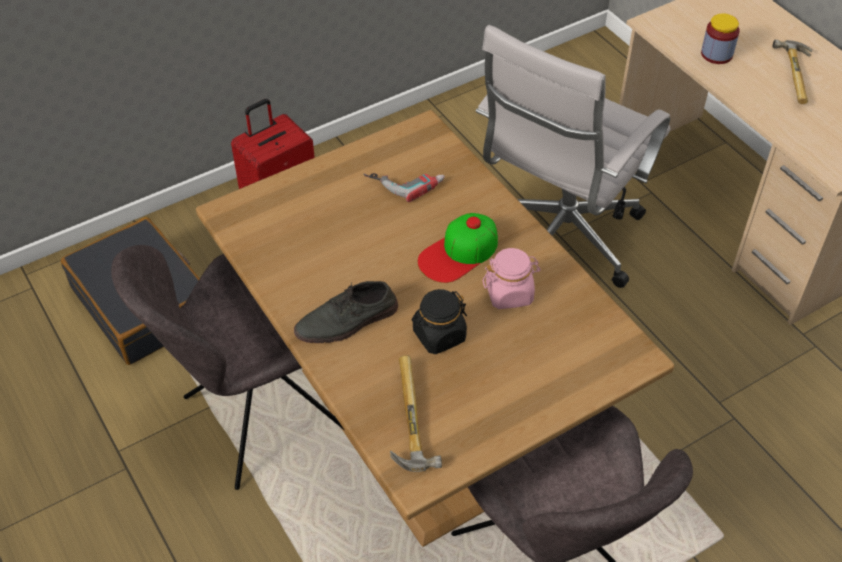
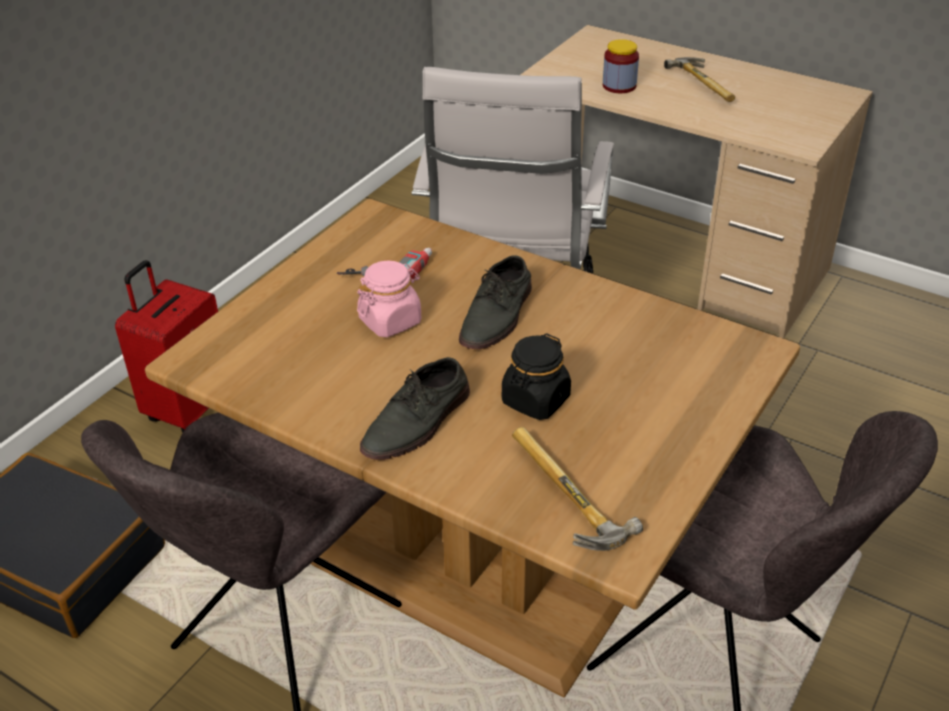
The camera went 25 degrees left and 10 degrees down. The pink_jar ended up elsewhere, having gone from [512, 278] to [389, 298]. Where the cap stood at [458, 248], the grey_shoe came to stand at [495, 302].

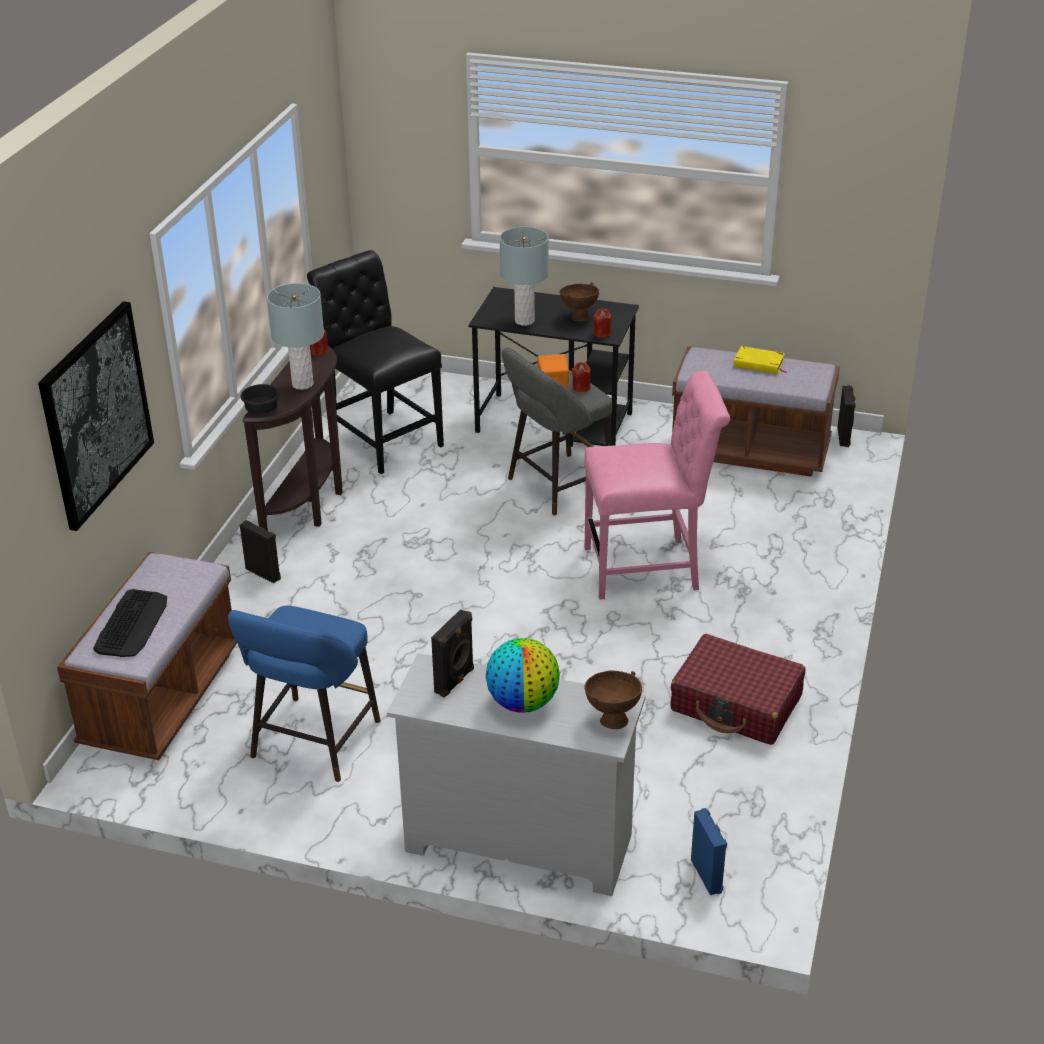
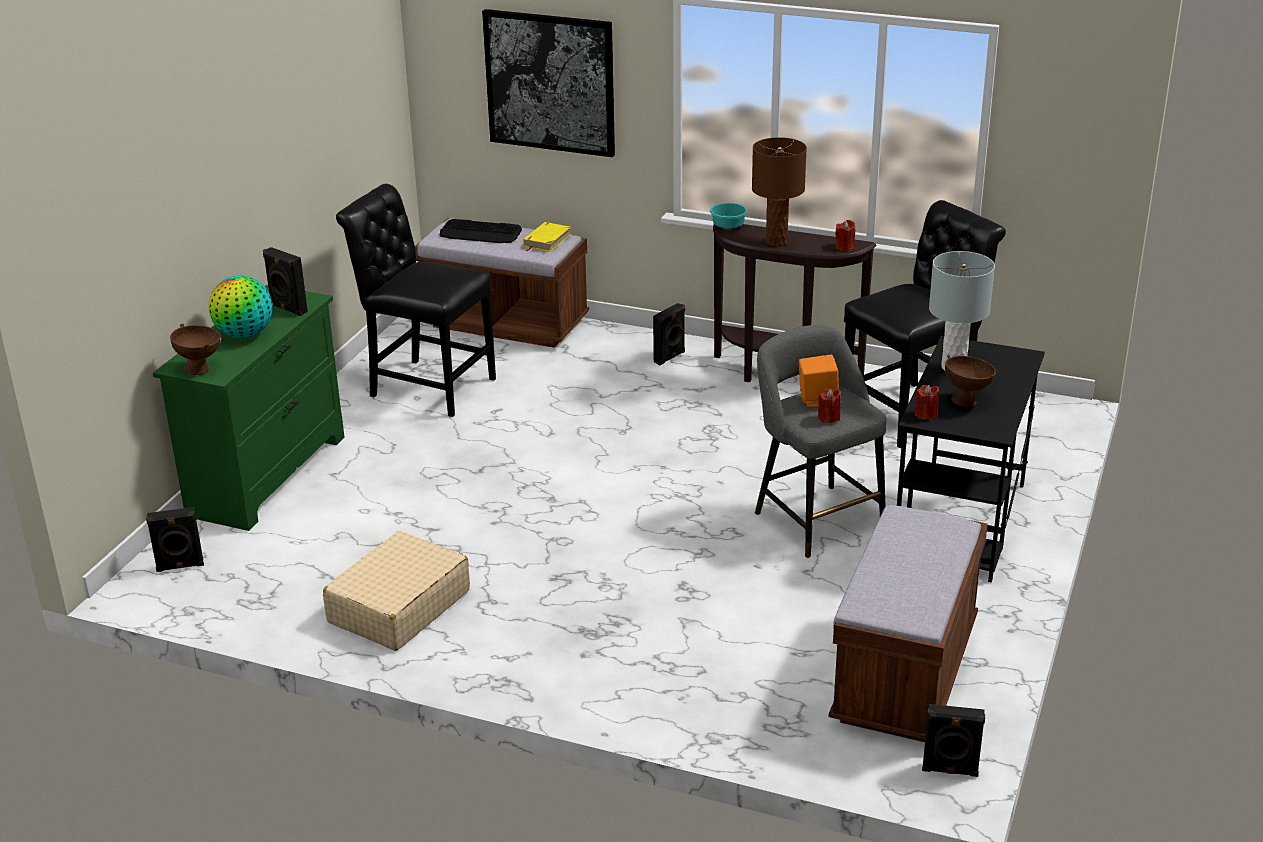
The camera went 95 degrees right and 5 degrees down. The second view lost the pink_chair at [657, 485]. The yellow_book ended up elsewhere, having gone from [760, 360] to [547, 237]. Where the blue_stool stood at [304, 694], the black_chair came to stand at [416, 300]. What was the black_bowl at [260, 399] turned into the turquoise_bowl at [729, 216]. What was the grey_table_lamp at [295, 336] turned into the brown_table_lamp at [779, 191]. What was the white_dresser at [516, 774] turned into the green_dresser at [249, 408]. What was the red_suitcase at [738, 689] turned into the beige_suitcase at [396, 591]. What was the blue_speaker at [709, 851] turned into the black_speaker at [175, 539].

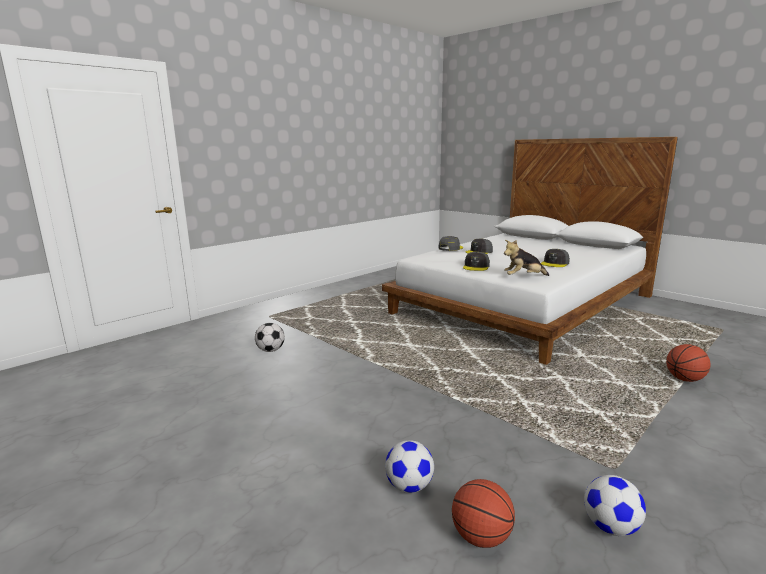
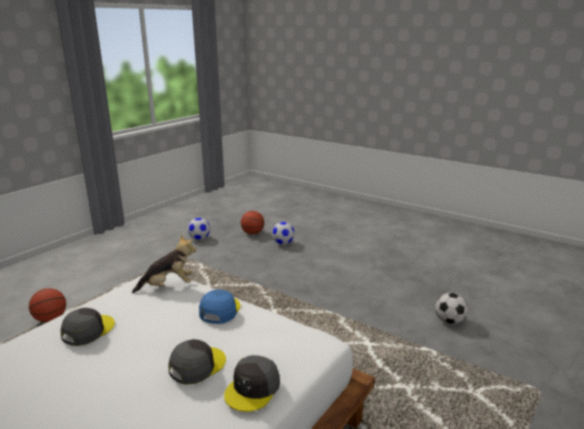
The camera went 170 degrees right and 5 degrees up. What was the grey_cap at [476, 261] turned into the blue_cap at [219, 307].

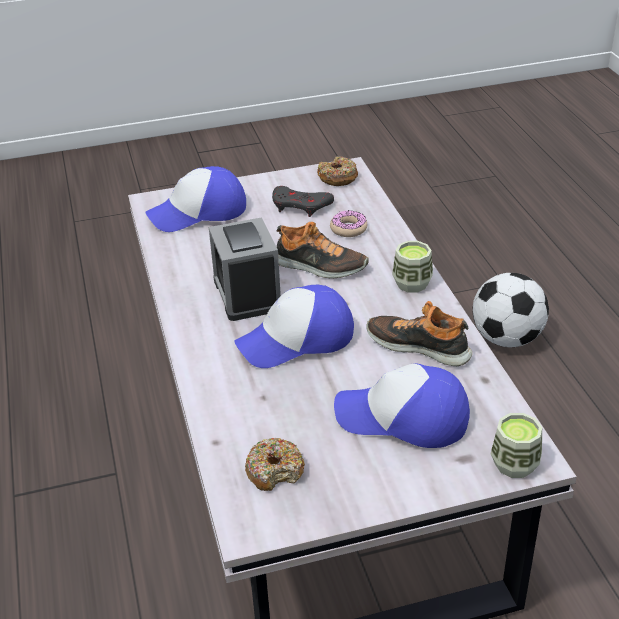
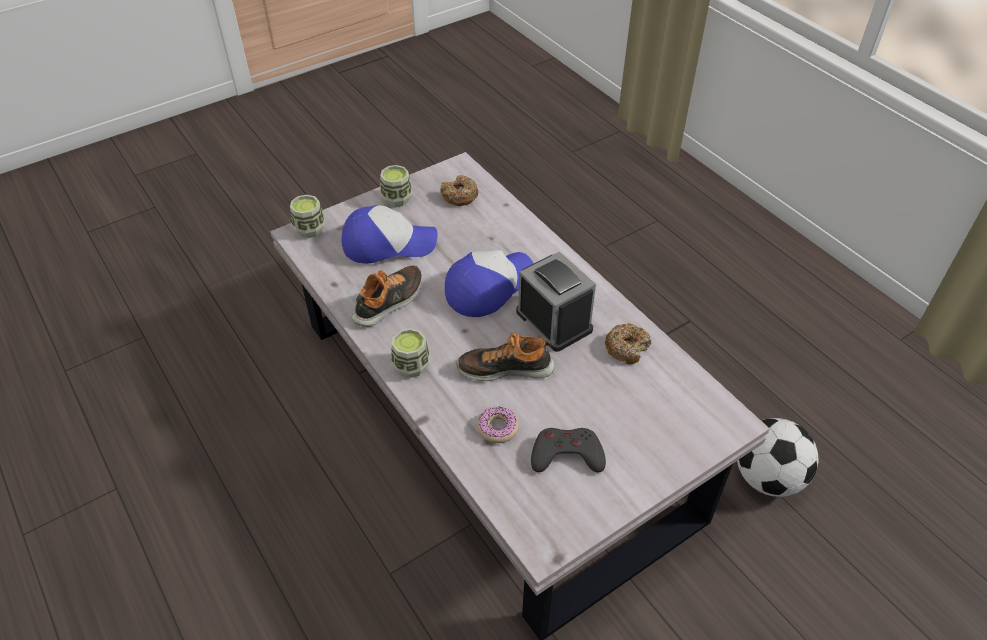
The camera went 160 degrees right and 10 degrees up. The second view lost the cap at [195, 199]. The second view gained the cup at [396, 186]. The donut ended up elsewhere, having gone from [337, 171] to [628, 344]. The football ended up elsewhere, having gone from [510, 310] to [777, 457]. The shoe at [419, 333] ended up facing another way, 60 degrees counterclockwise from before.

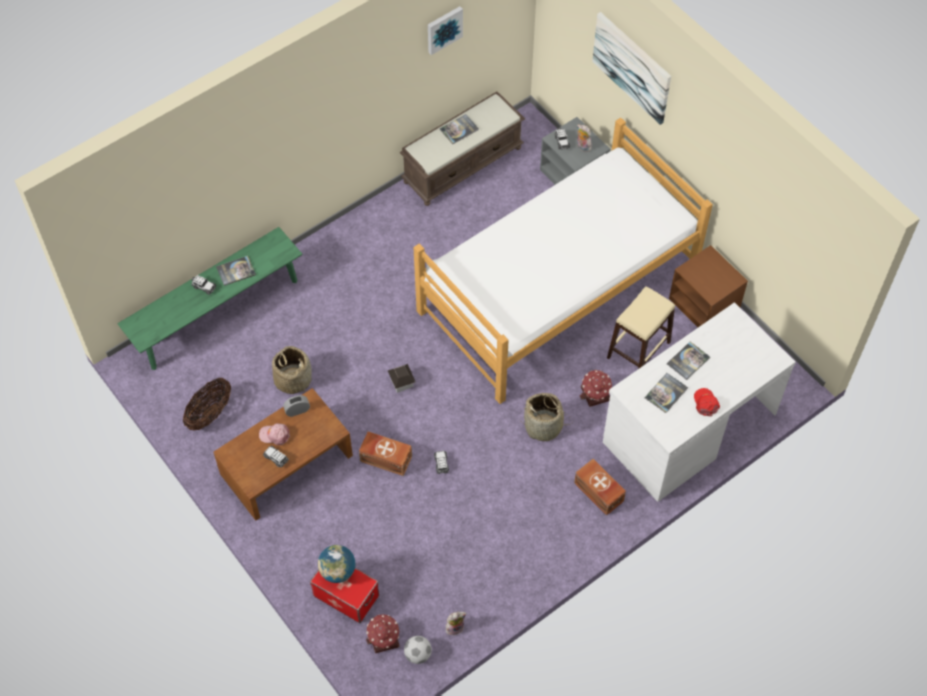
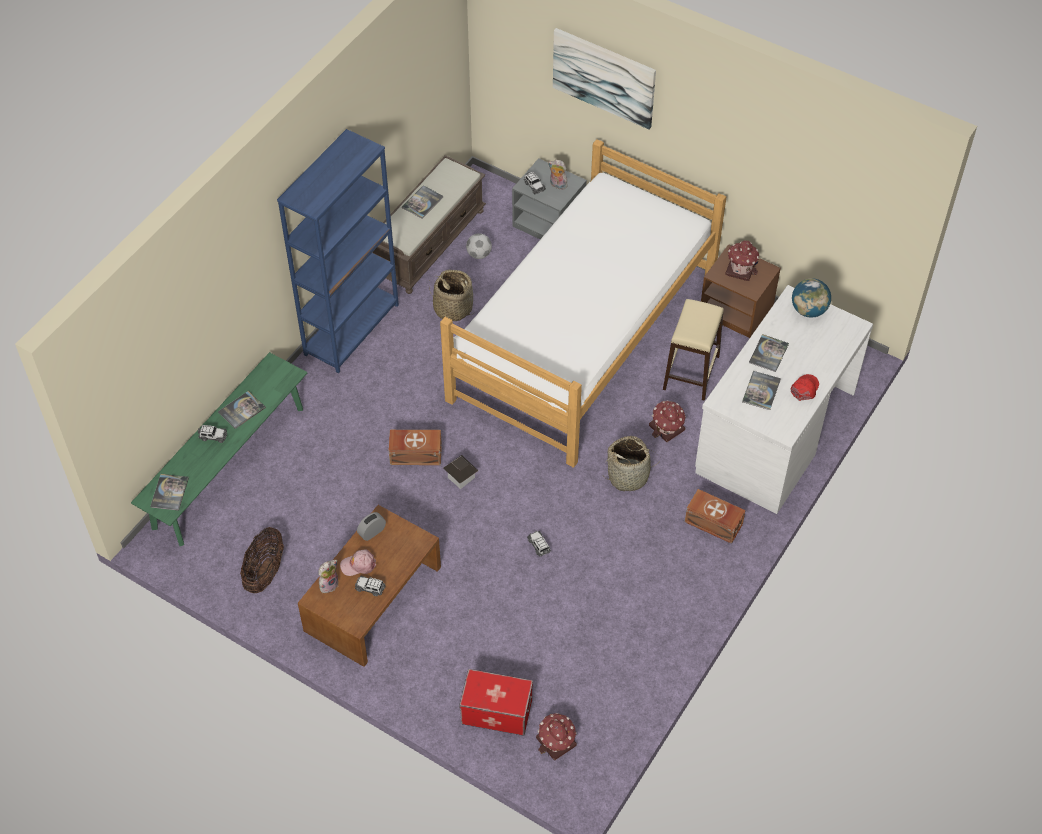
The camera went 20 degrees left and 5 degrees down. The second view lost the picture at [445, 30]. The second view gained the book at [169, 492]. The second view gained the blue_bookcase at [338, 251]. The second view gained the toy_house at [742, 260]. The basket ended up elsewhere, having gone from [292, 370] to [451, 295]. The globe ended up elsewhere, having gone from [336, 564] to [811, 298]. The brown_storage_box ended up elsewhere, having gone from [385, 453] to [415, 447]. The football ended up elsewhere, having gone from [418, 650] to [479, 246]. The plush_toy ended up elsewhere, having gone from [456, 623] to [329, 577]. The red_cap at [707, 402] ended up facing another way, 60 degrees clockwise from before.

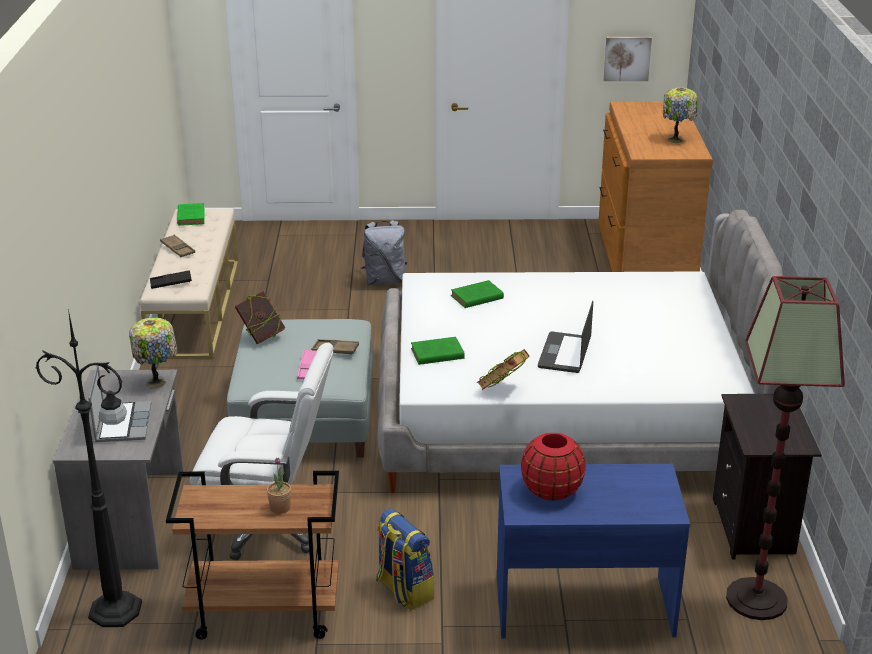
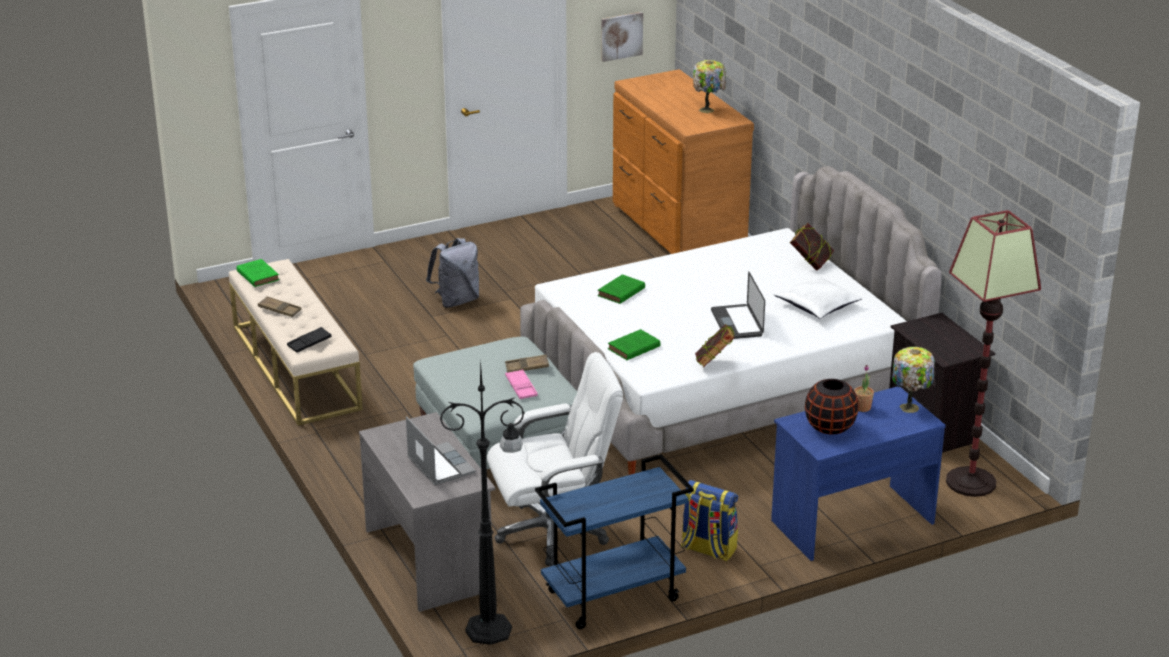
The camera went 25 degrees left and 0 degrees up. The second view gained the white_pillow at [818, 297]. The table_lamp ended up elsewhere, having gone from [153, 353] to [913, 380]. The book ended up elsewhere, having gone from [260, 317] to [812, 247]. The potted_plant ended up elsewhere, having gone from [279, 486] to [864, 388]. What was the brown_cart at [252, 555] turned into the blue_cart at [614, 541]. What was the red_vase at [553, 466] turned into the black_vase at [832, 406].

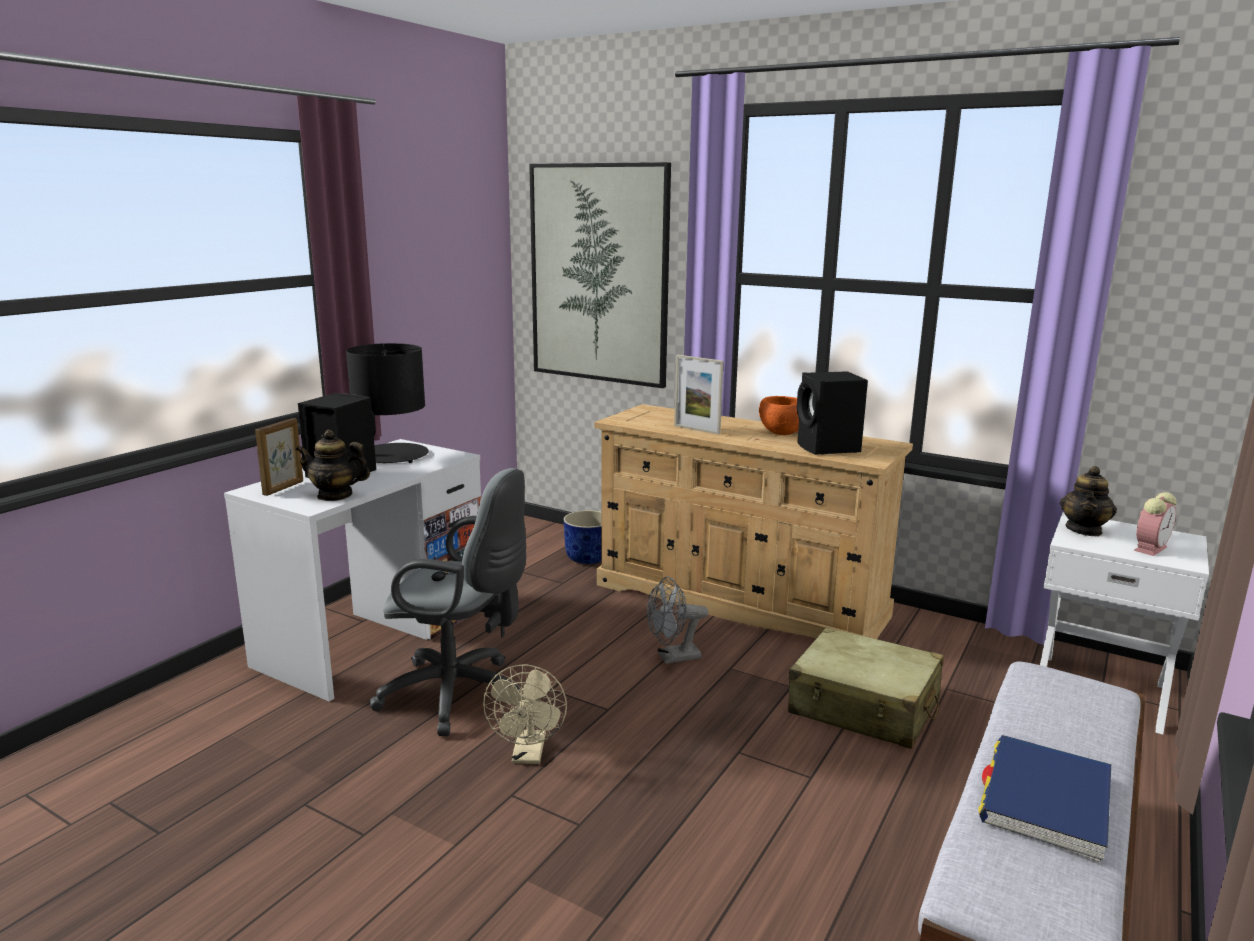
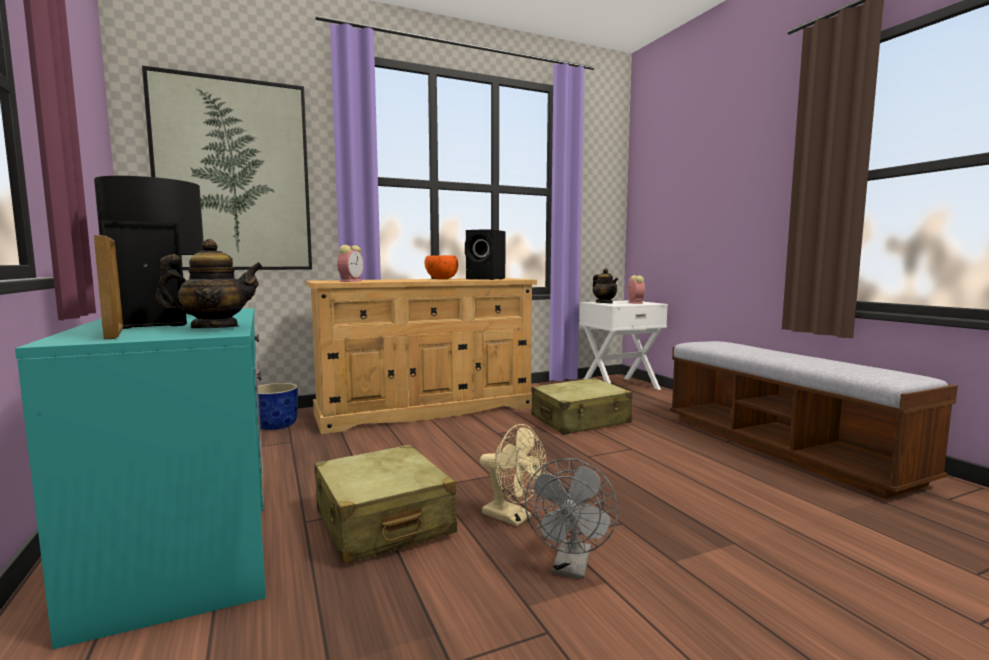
The camera went 55 degrees left and 10 degrees down. The second view lost the picture_frame at [698, 395]. The second view lost the blue_book at [1044, 799]. The second view gained the alarm_clock at [350, 263]. The grey_fan ended up elsewhere, having gone from [677, 620] to [571, 518]. Where the grey_office_chair stood at [448, 602], the beige_suitcase came to stand at [385, 504]. What was the white_desk at [352, 570] turned into the turquoise_desk at [140, 478]. The teapot at [332, 465] ended up facing another way, 150 degrees counterclockwise from before.

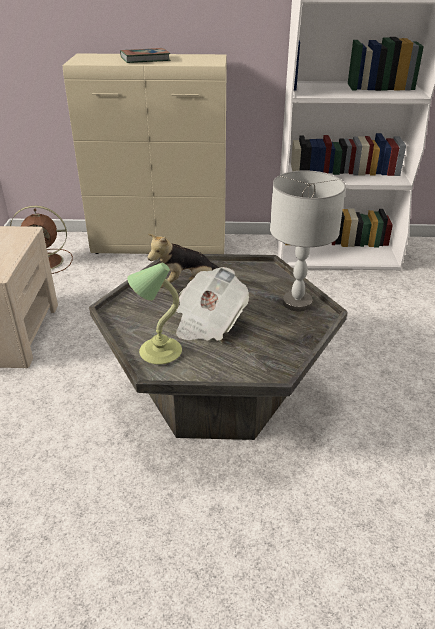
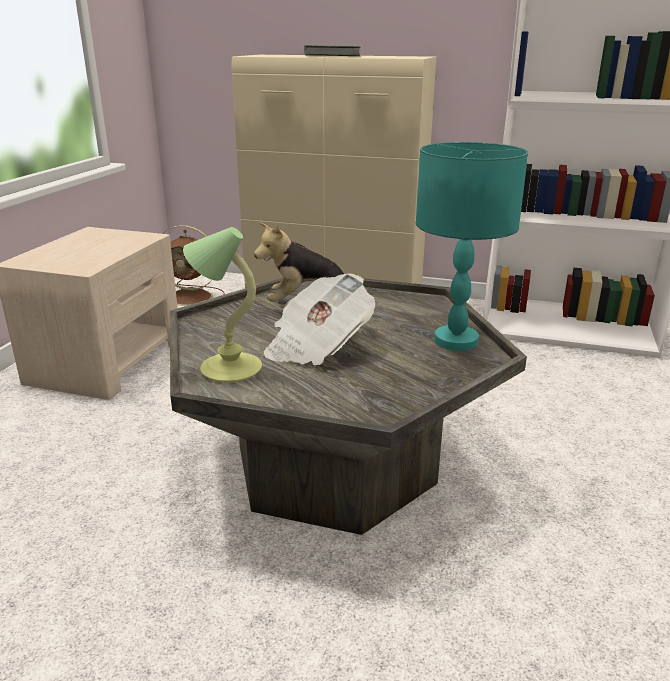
The camera went 15 degrees right and 10 degrees down. What was the grey_table_lamp at [308, 240] turned into the turquoise_table_lamp at [472, 246].

